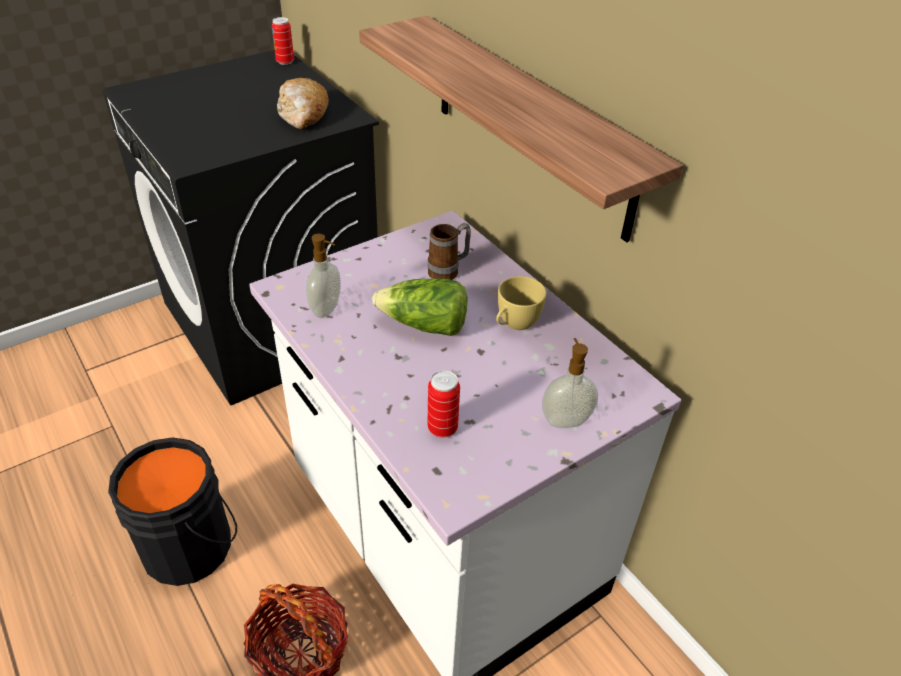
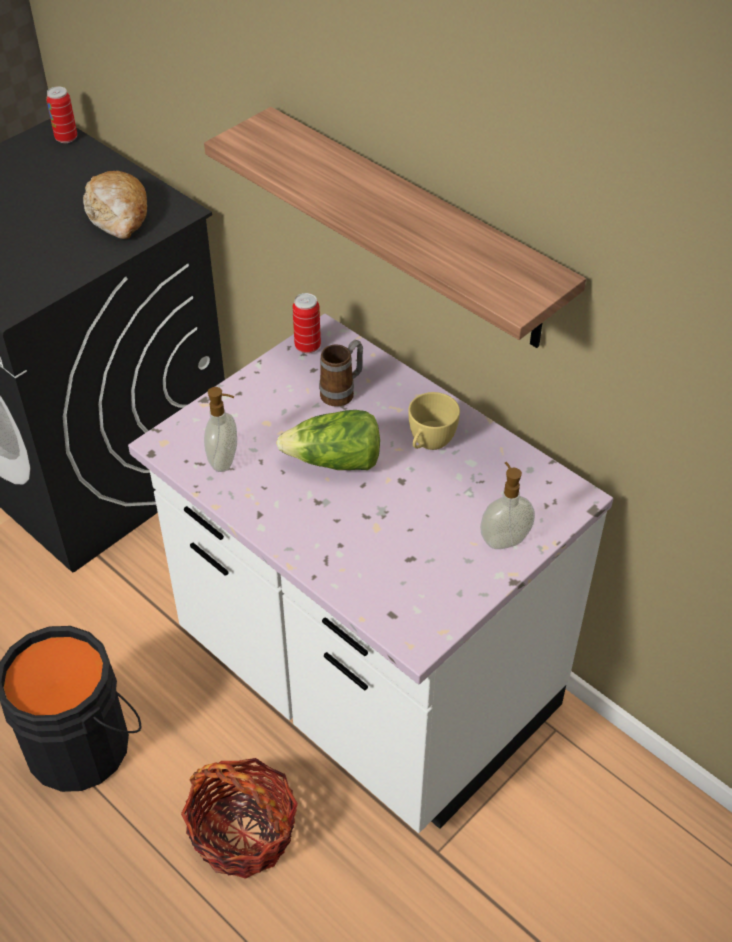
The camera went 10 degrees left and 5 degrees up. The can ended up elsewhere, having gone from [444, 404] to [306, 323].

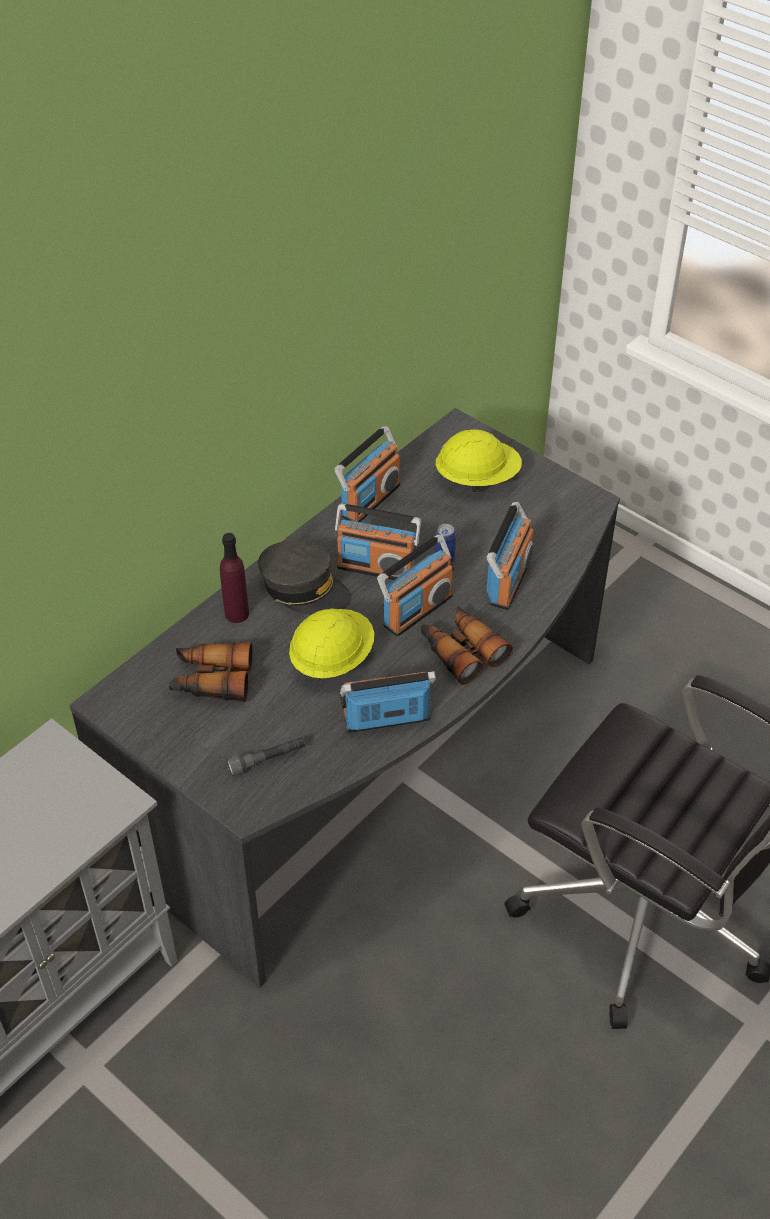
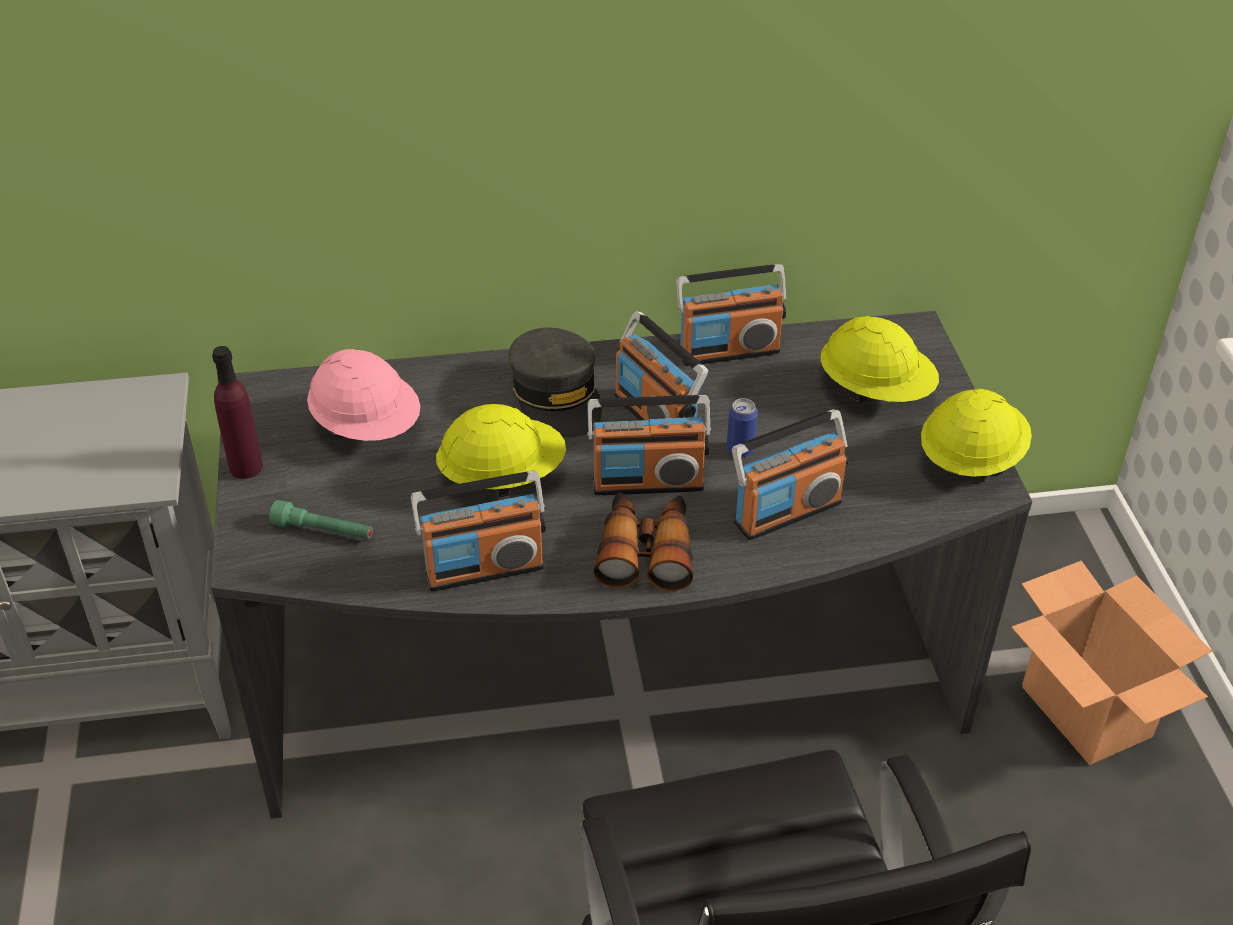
The camera went 40 degrees right and 5 degrees down. The second view gained the yellow_hard_hat at [976, 433]. The second view gained the cardboard_box at [1111, 663]. The purple_bottle ended up elsewhere, having gone from [234, 578] to [237, 412]. Where the binoculars stood at [211, 672], the pink_hard_hat came to stand at [363, 395]. What was the grey_flashlight at [265, 756] turned into the green_flashlight at [321, 519]. The radio at [388, 702] ended up facing another way, 135 degrees clockwise from before.

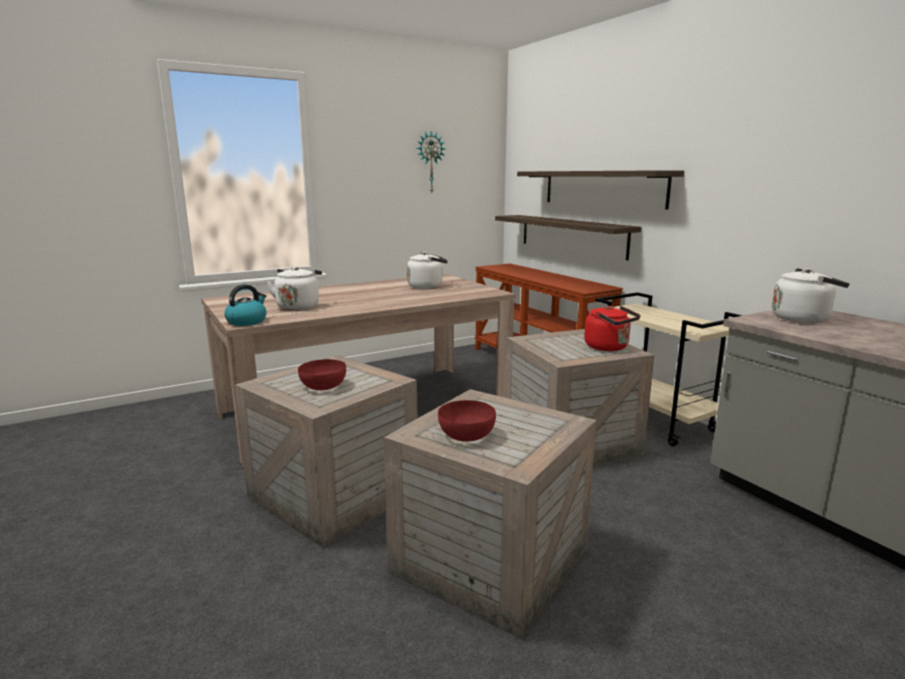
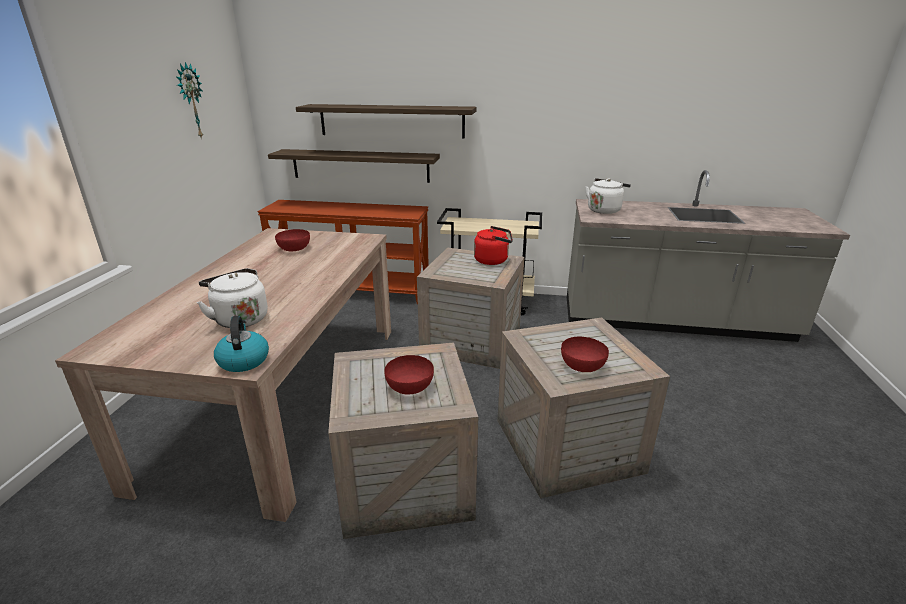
The camera went 50 degrees left and 10 degrees up. Where the white_kettle stood at [427, 270], the red_bowl came to stand at [292, 240].

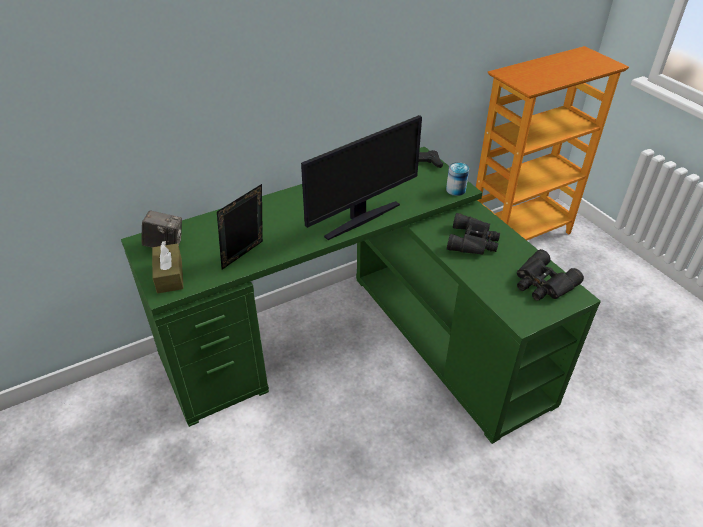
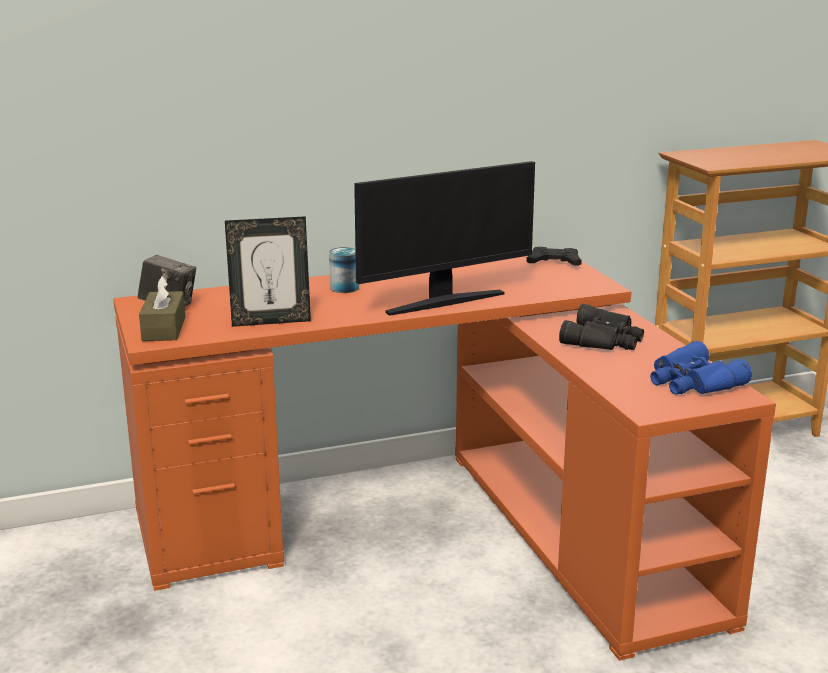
The camera went 10 degrees right and 20 degrees down. The can ended up elsewhere, having gone from [457, 179] to [344, 270]. What was the green_desk at [361, 295] turned into the orange_desk at [444, 458]. What was the black_binoculars at [550, 275] turned into the blue_binoculars at [701, 368]. The picture_frame at [240, 226] ended up facing another way, 150 degrees counterclockwise from before.

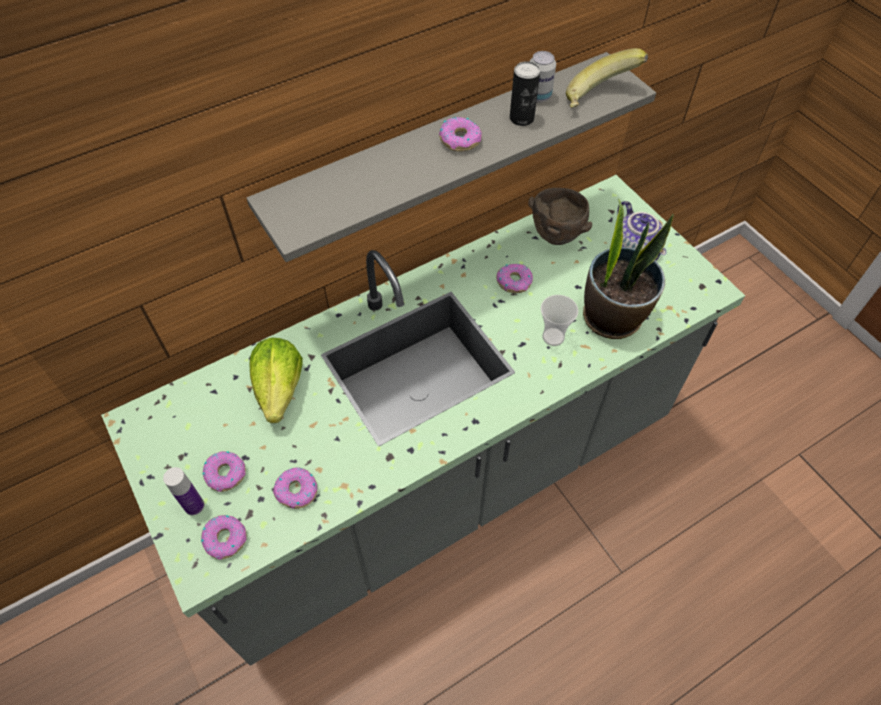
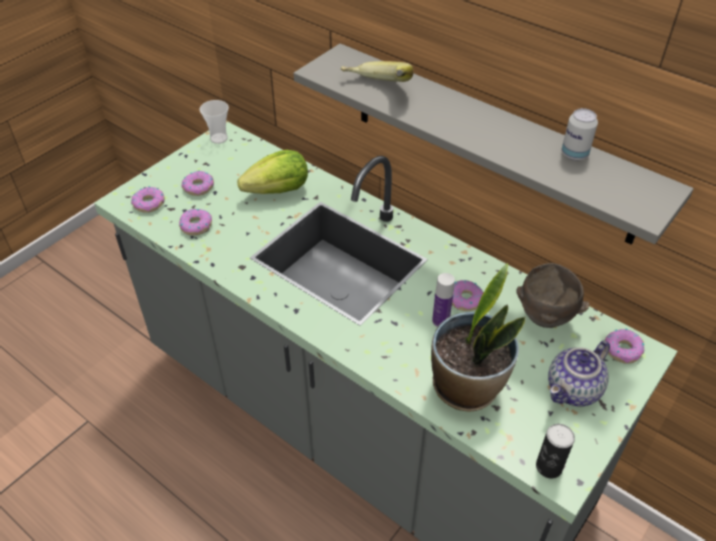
The camera went 70 degrees right and 10 degrees down. The bottle ended up elsewhere, having gone from [183, 491] to [443, 300]. The donut ended up elsewhere, having gone from [460, 134] to [624, 346]. The can ended up elsewhere, having gone from [525, 93] to [555, 451]. The cup ended up elsewhere, having gone from [559, 320] to [214, 122]. The banana ended up elsewhere, having gone from [607, 78] to [377, 71].

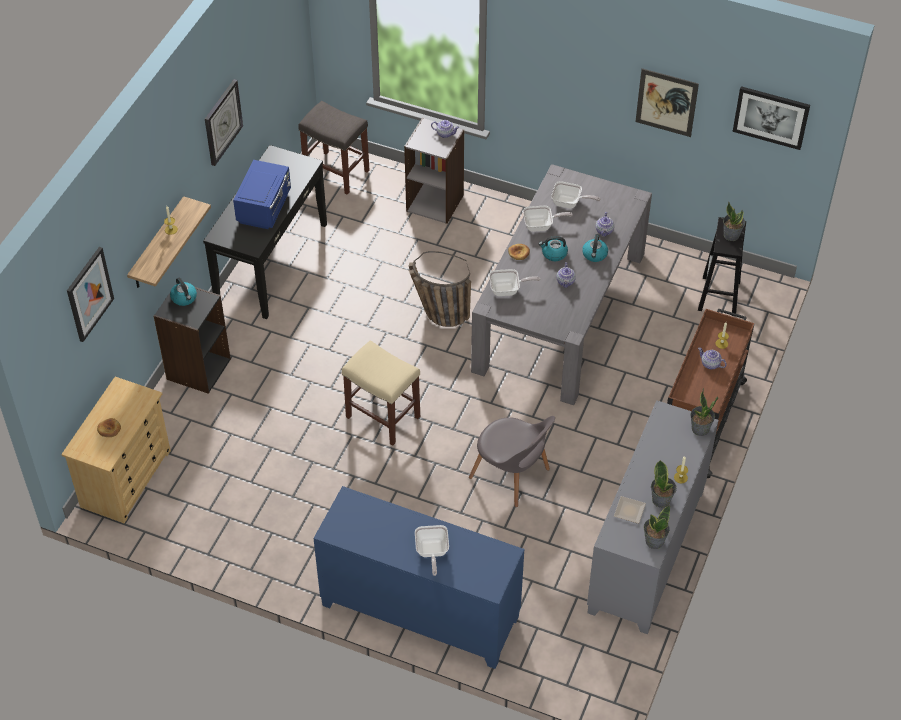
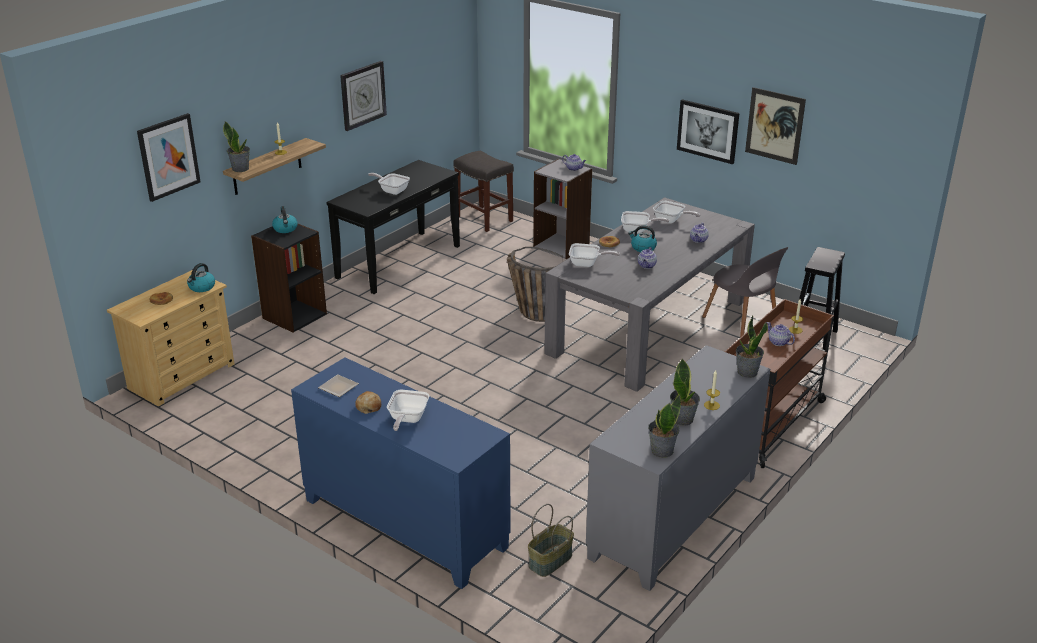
The camera went 15 degrees right and 20 degrees down. The second view lost the beige_stool at [381, 393]. The second view gained the bread at [368, 402]. The second view gained the basket at [551, 540]. The grey_chair ended up elsewhere, having gone from [512, 461] to [745, 292]. The kettle ended up elsewhere, having gone from [595, 248] to [201, 277]. The plate ended up elsewhere, having gone from [630, 510] to [338, 385]. The potted_plant ended up elsewhere, having gone from [734, 221] to [236, 146]. The picture ended up elsewhere, having gone from [771, 118] to [708, 131]. Where the blue_microwave stood at [262, 194], the frying_pan came to stand at [389, 184].

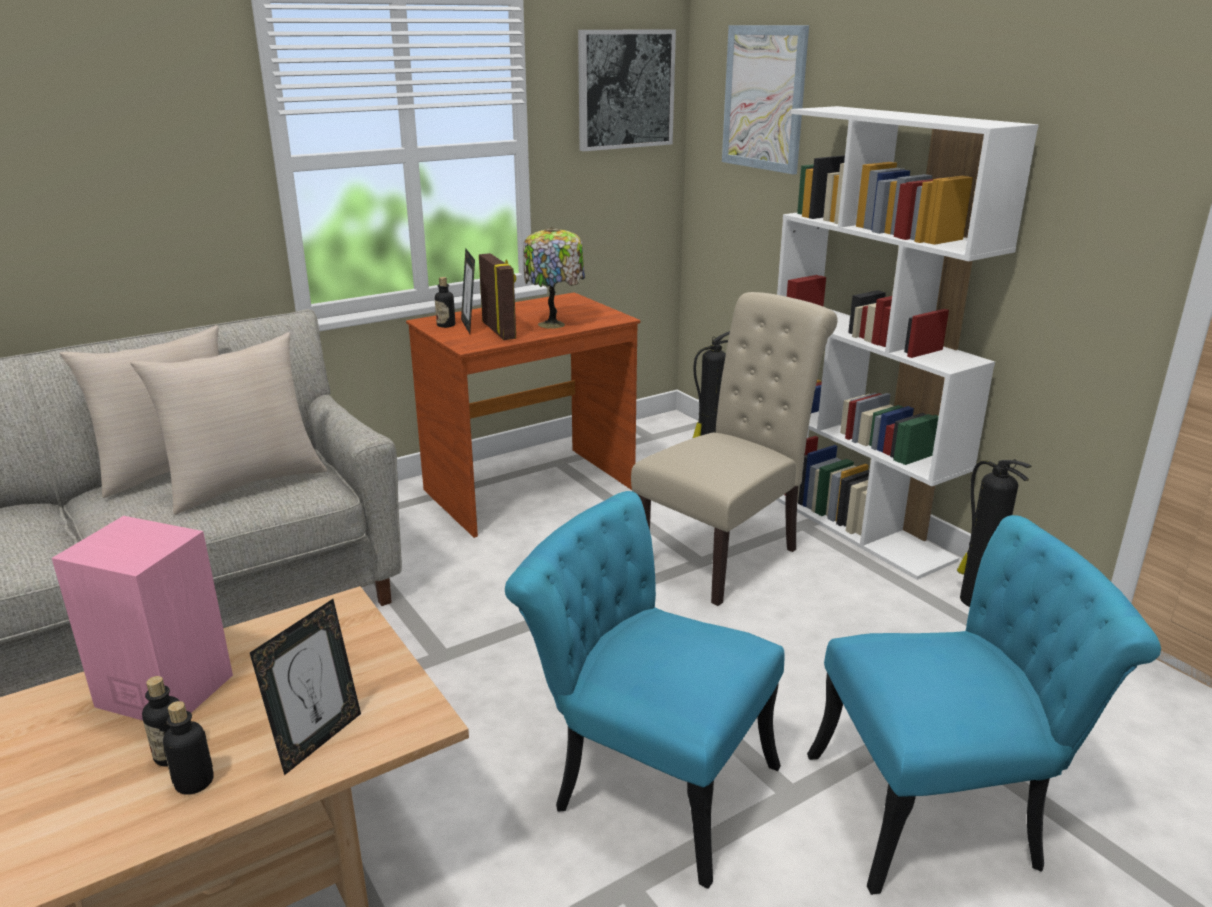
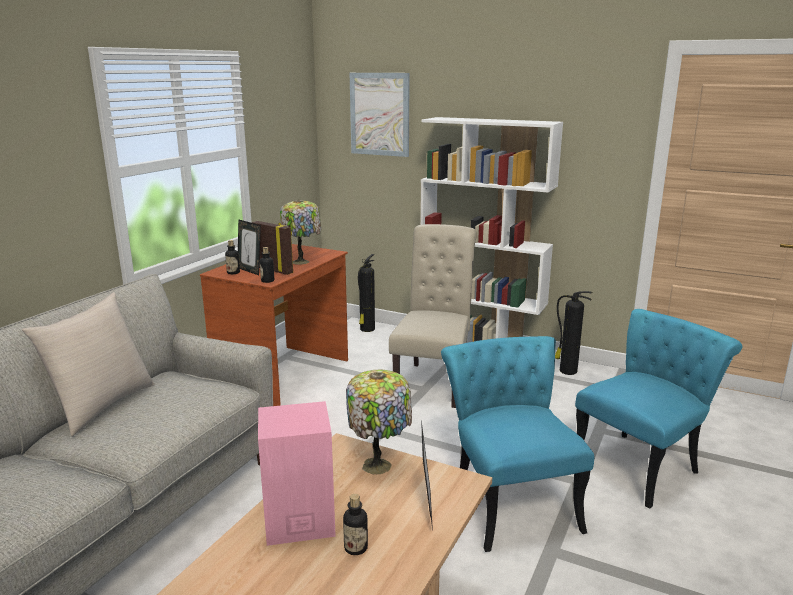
The camera went 30 degrees left and 5 degrees down. The second view lost the beige_pillow at [228, 423]. The second view lost the picture at [627, 90]. The second view gained the table_lamp at [379, 422]. The bottle ended up elsewhere, having gone from [188, 748] to [267, 265]. The turquoise_chair at [645, 690] ended up facing another way, 75 degrees clockwise from before.

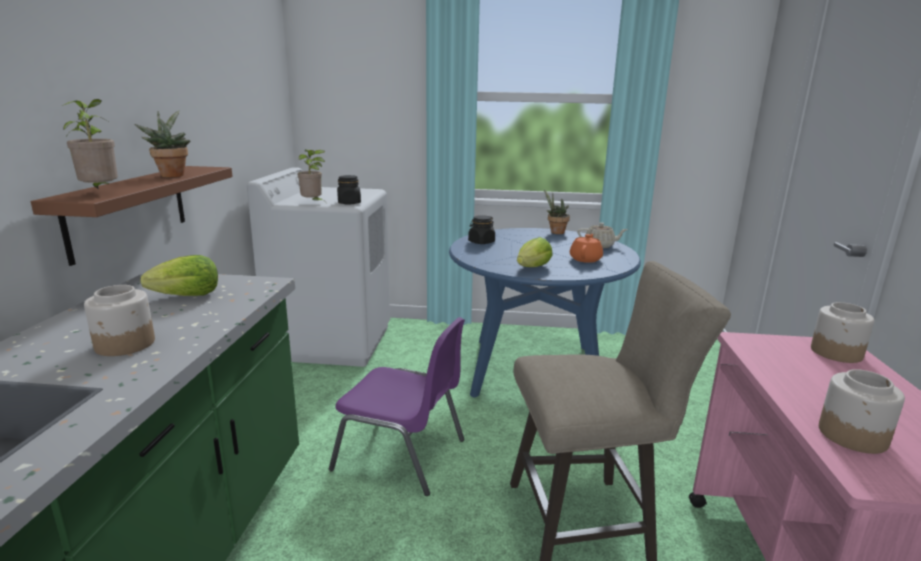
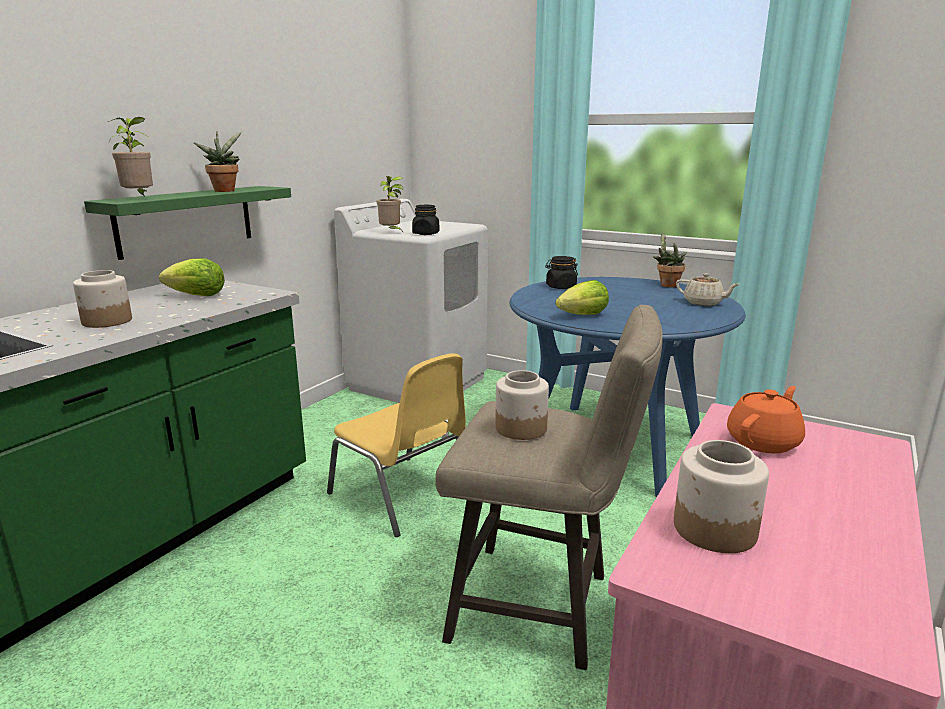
The camera went 25 degrees right and 0 degrees up. The orange_teapot ended up elsewhere, having gone from [586, 248] to [766, 419]. The jar ended up elsewhere, having gone from [842, 332] to [522, 405]. What was the brown_shelf at [132, 216] turned into the green_shelf at [187, 223]. What was the purple_chair at [397, 406] turned into the yellow_chair at [396, 445].

